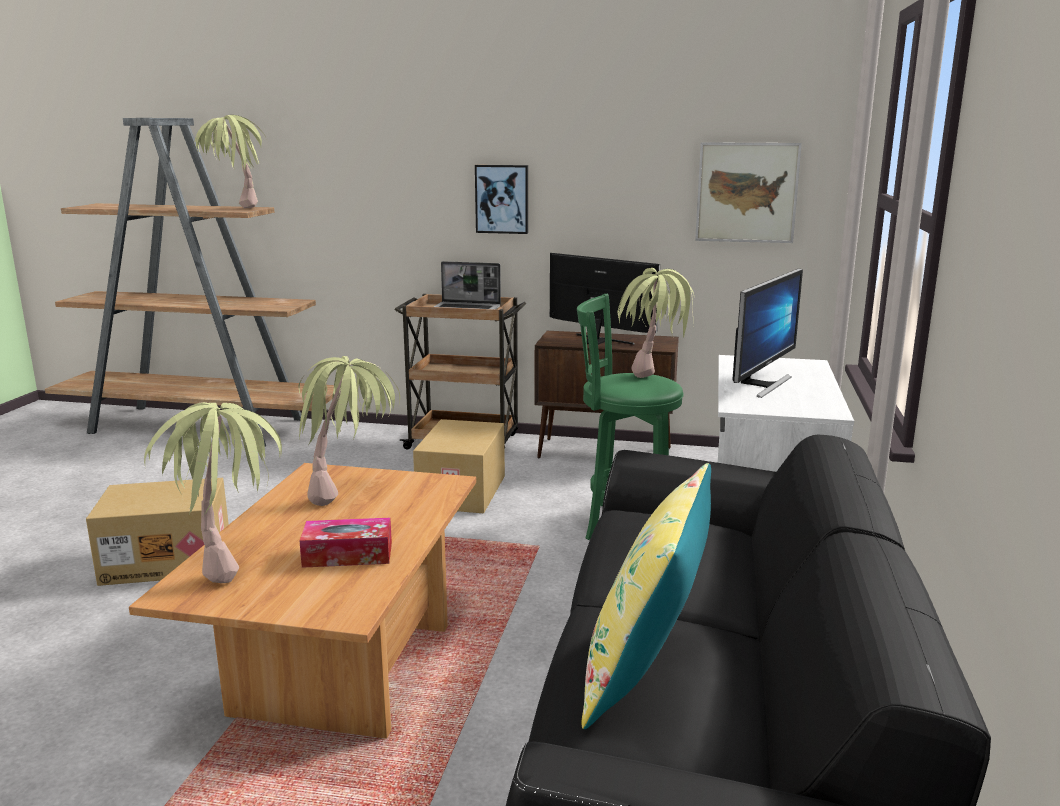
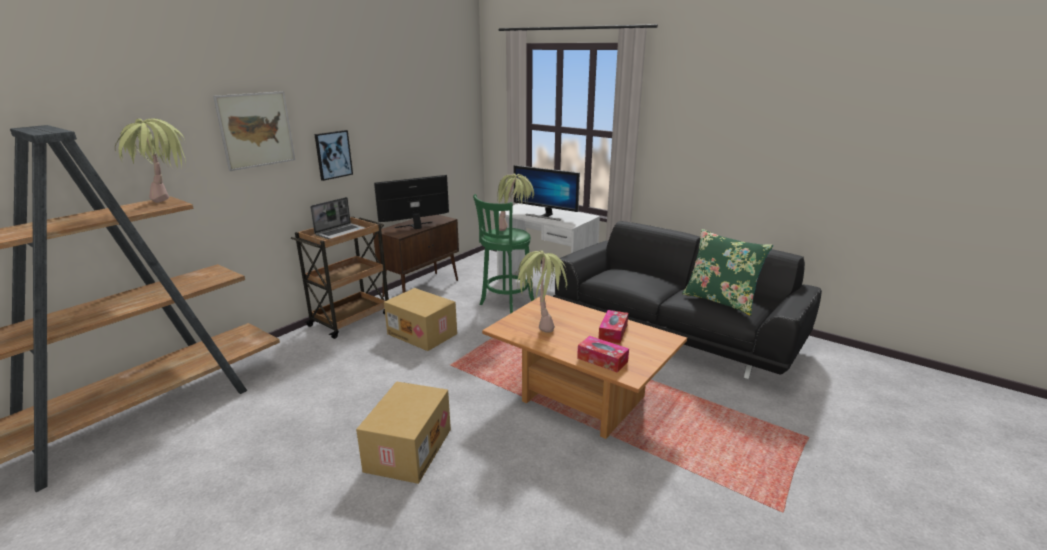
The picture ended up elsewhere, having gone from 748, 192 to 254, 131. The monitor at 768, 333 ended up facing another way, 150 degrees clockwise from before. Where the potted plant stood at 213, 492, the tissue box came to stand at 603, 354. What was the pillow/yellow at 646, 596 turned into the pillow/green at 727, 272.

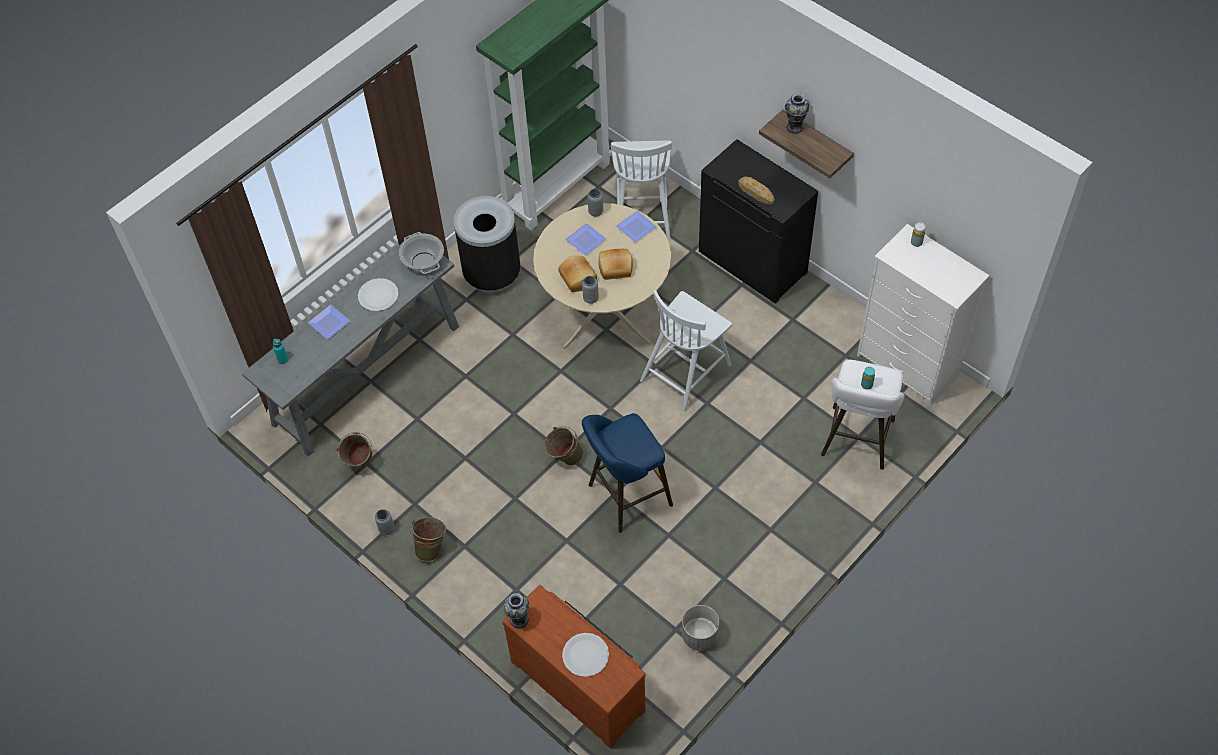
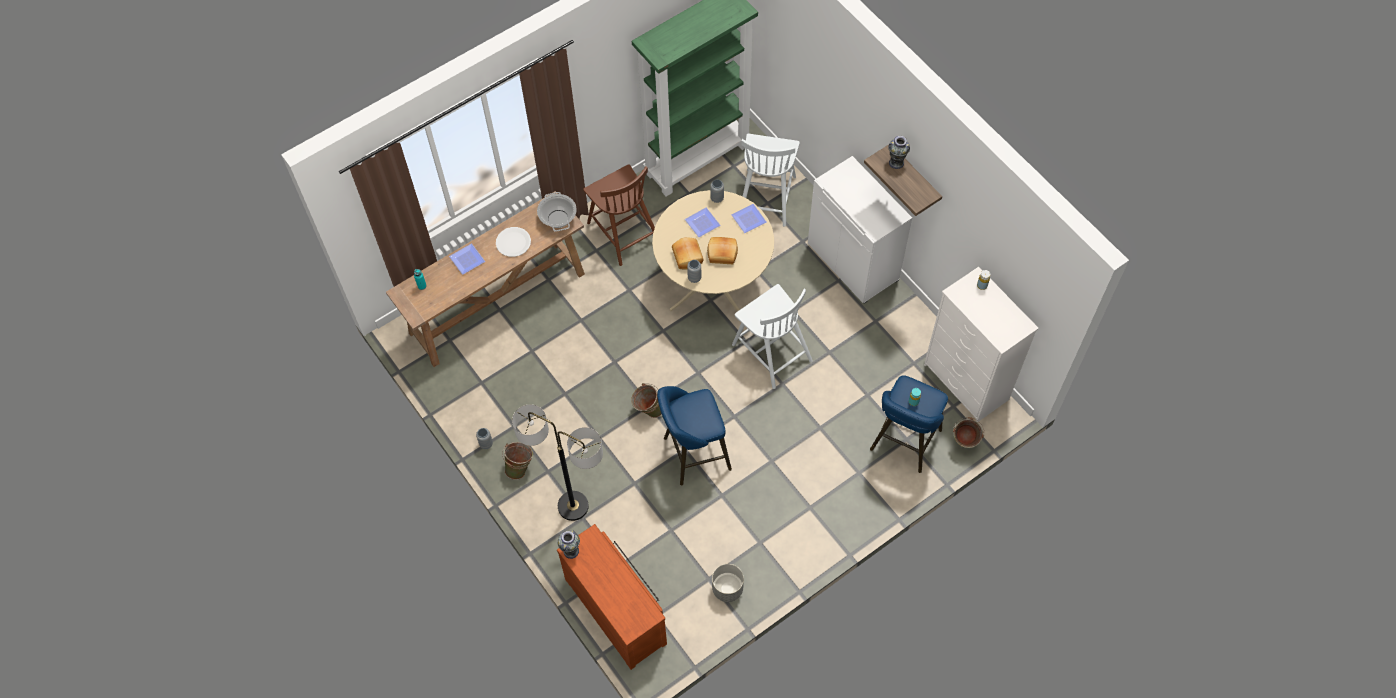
What was the console table/grey at 350, 350 turned into the console table/brown at 485, 279. The second view gained the floor lamp at 557, 462. Where the trash can/black stood at 487, 244, the chair/brown came to stand at 619, 215. The chair/white at 686, 351 ended up facing another way, 90 degrees counterclockwise from before. What was the cabinet/black at 758, 221 turned into the cabinet/white at 860, 230. What was the stool/white at 863, 415 turned into the stool/blue at 909, 424. The bucket/green ended up elsewhere, having gone from 354, 449 to 968, 432. The second view lost the plate/white at 585, 655. The second view lost the bread at 756, 191.

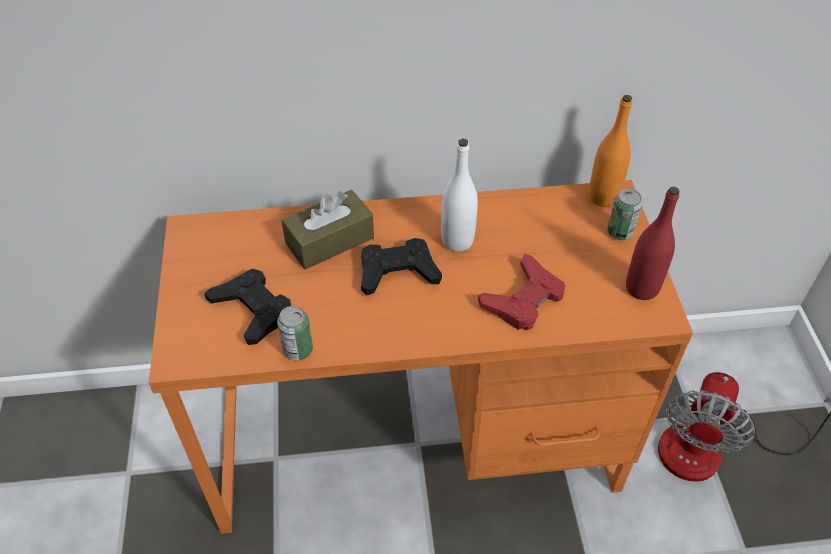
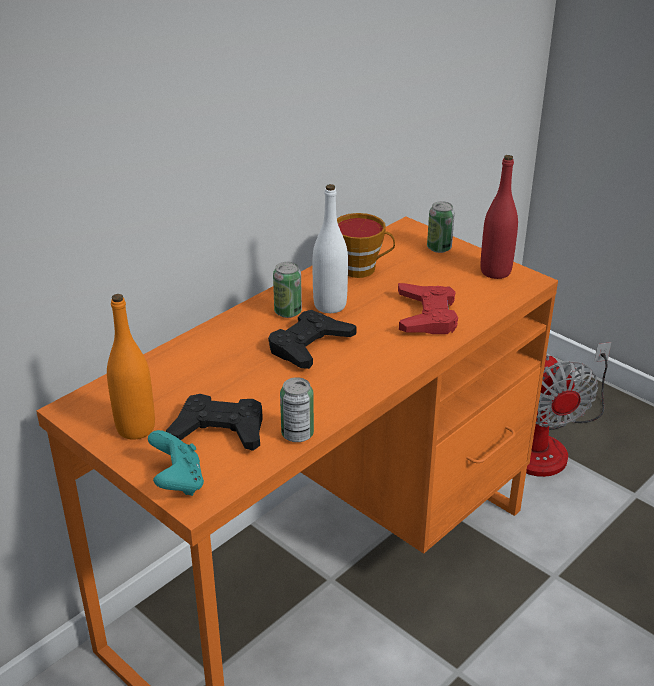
The bottle/orange ended up elsewhere, having gone from 610, 151 to 131, 367. The second view gained the game controller/turquoise at 176, 463. The second view gained the can at 287, 290. The second view gained the cup at 366, 245. The second view lost the tissue box/brown at 327, 230.

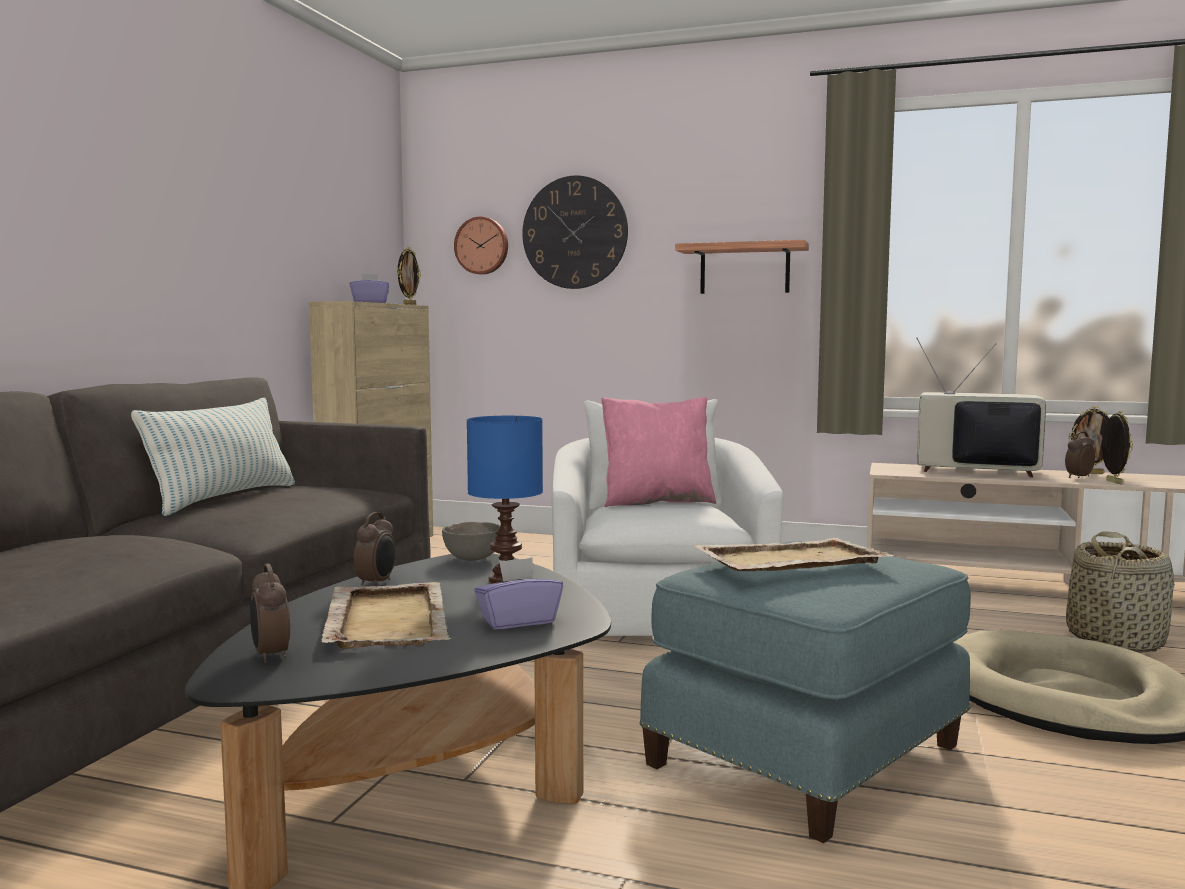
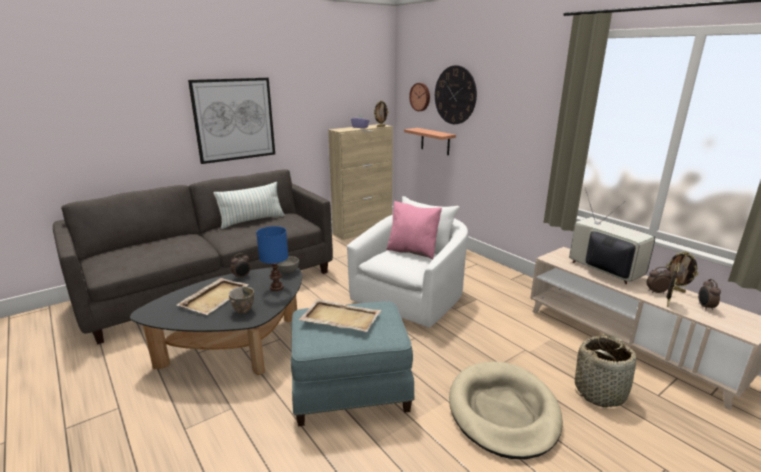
The second view gained the picture at 231, 121. Where the tissue box/purple stood at 518, 593, the bowl came to stand at 241, 299. The shelf ended up elsewhere, having gone from 742, 267 to 430, 141. The alarm clock ended up elsewhere, having gone from 270, 613 to 709, 295.

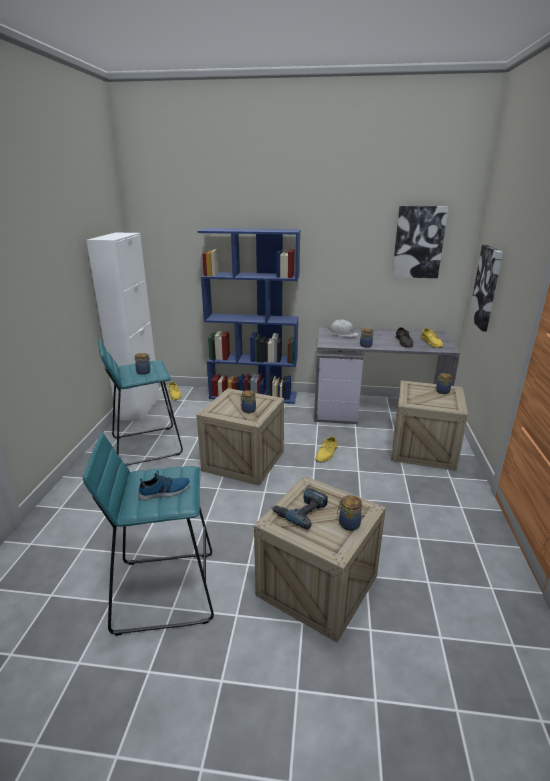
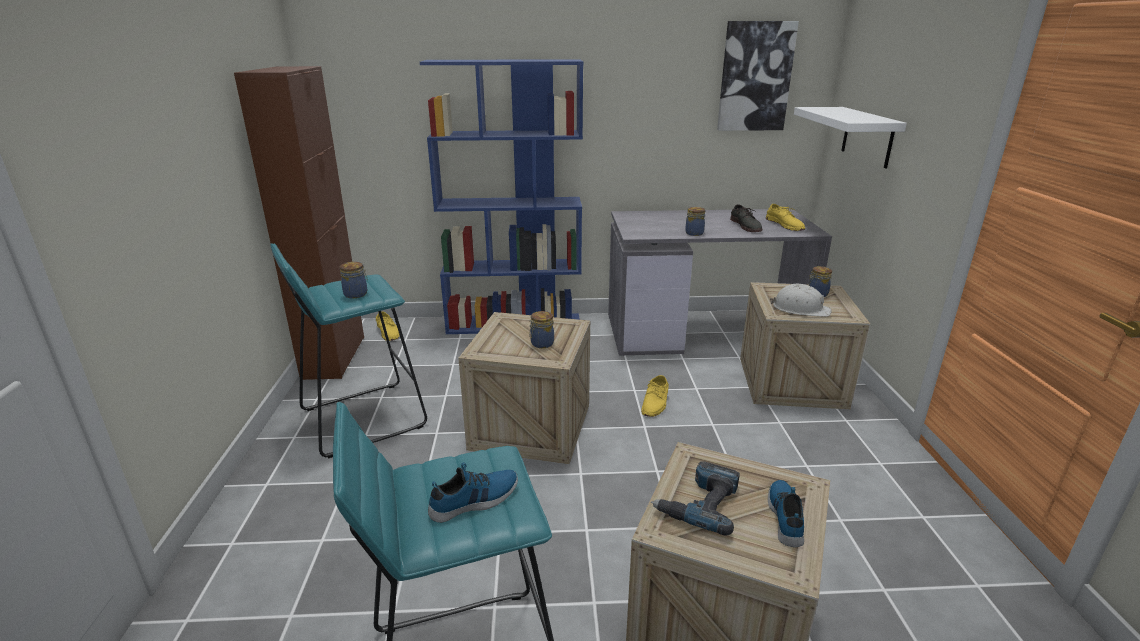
What was the cabinet/white at 123, 327 turned into the cabinet/brown at 299, 223. Where the jar stood at 349, 513, the shoe came to stand at 786, 513. The hard hat/white ended up elsewhere, having gone from 343, 328 to 801, 300. Where the picture hung at 486, 288, the shelf/white came to hang at 850, 137.

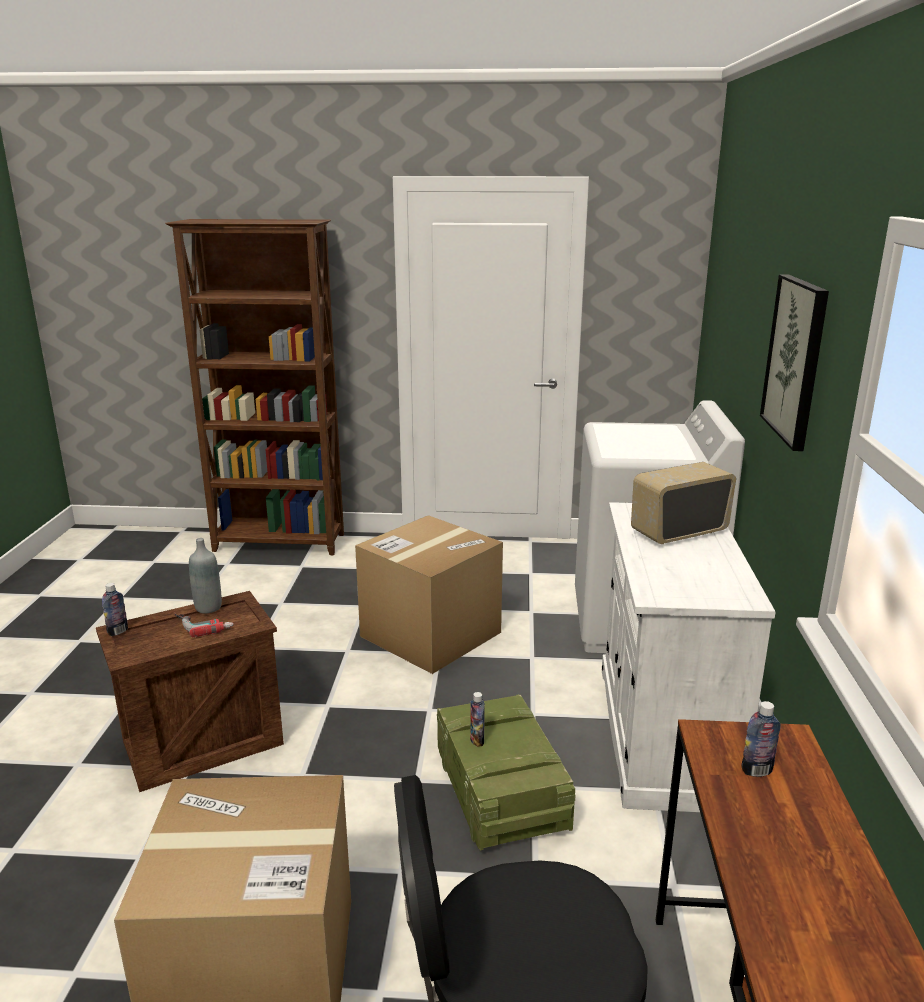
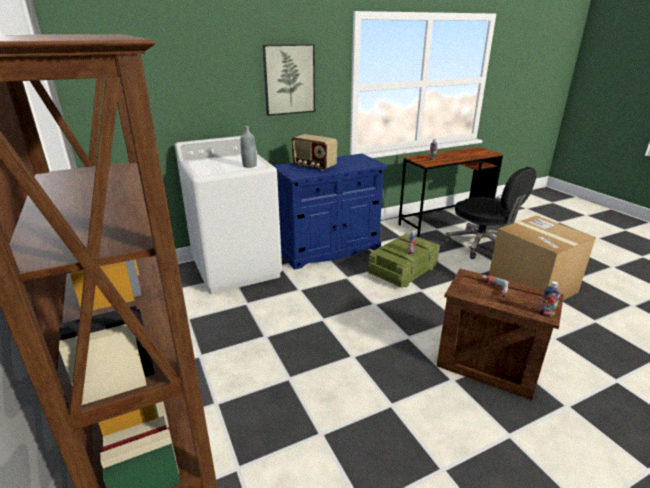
The bottle/grey ended up elsewhere, having gone from 205, 576 to 248, 147. What was the cabinet/white at 689, 657 turned into the cabinet/blue at 330, 212. The second view lost the cardboard box at 429, 594.

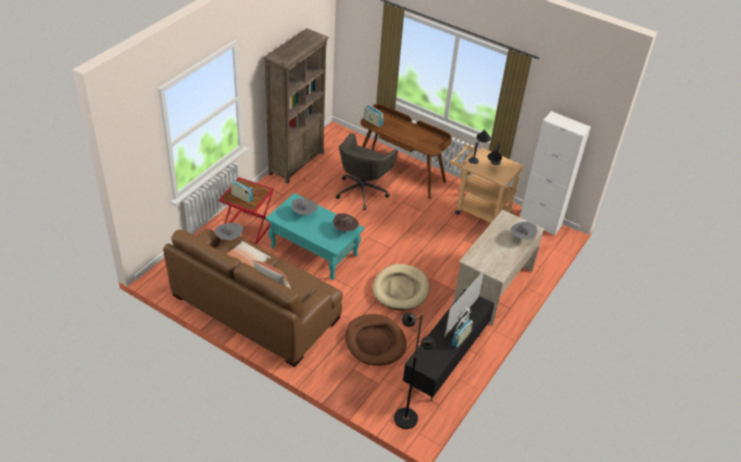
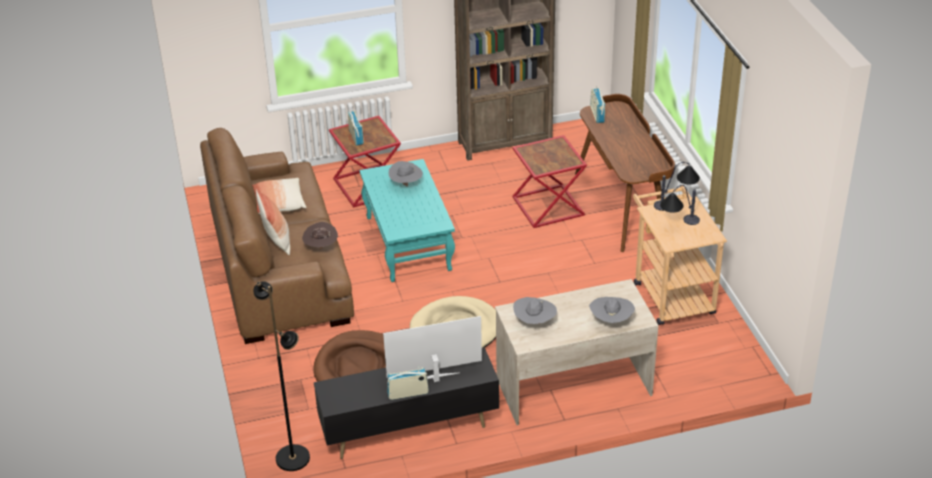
The hat/brown ended up elsewhere, having gone from 346, 222 to 320, 236. Where the office chair/grey stood at 367, 171, the side table/red came to stand at 550, 181. The hat/grey ended up elsewhere, having gone from 229, 231 to 535, 310. The second view lost the cabinet/white at 555, 173.

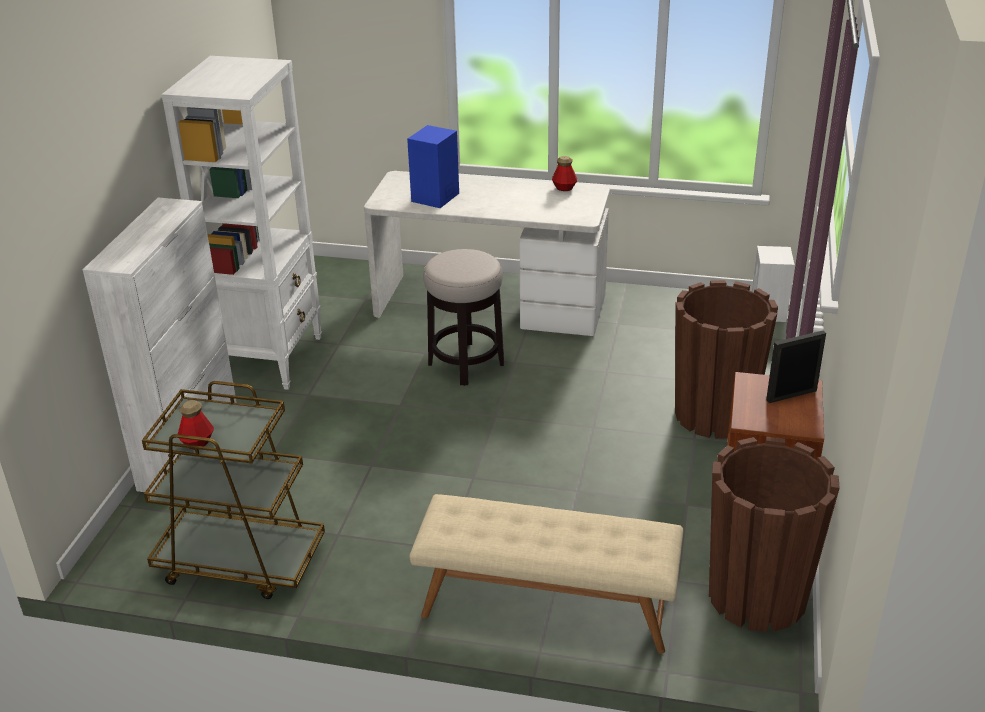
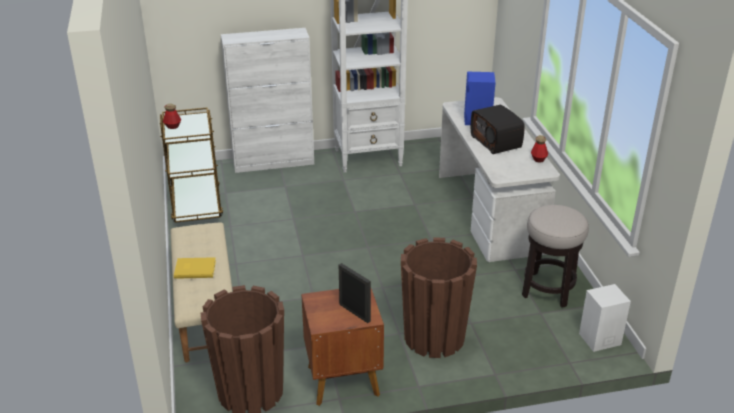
The second view gained the book/yellow at 195, 268. The second view gained the radio at 498, 129. The stool ended up elsewhere, having gone from 463, 317 to 555, 256.

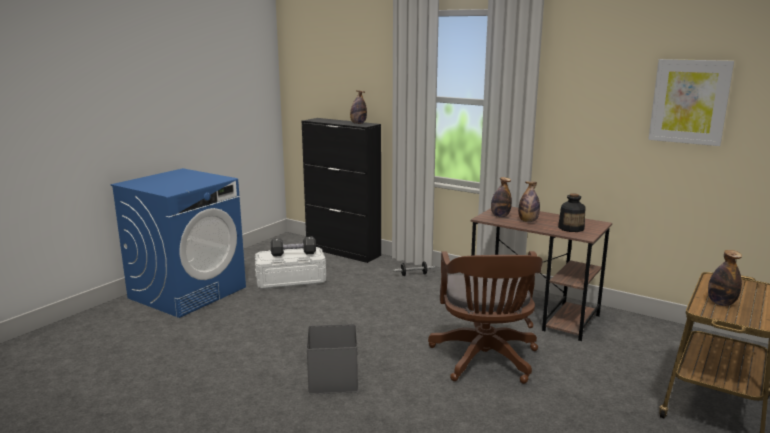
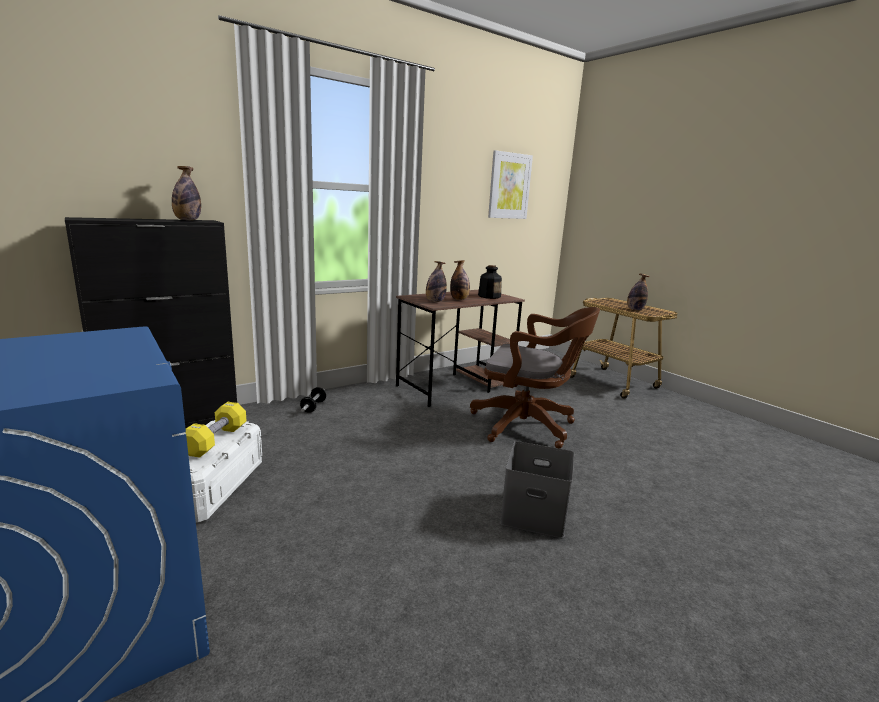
What was the dumbbell/black at 293, 246 turned into the dumbbell/yellow at 216, 430.

